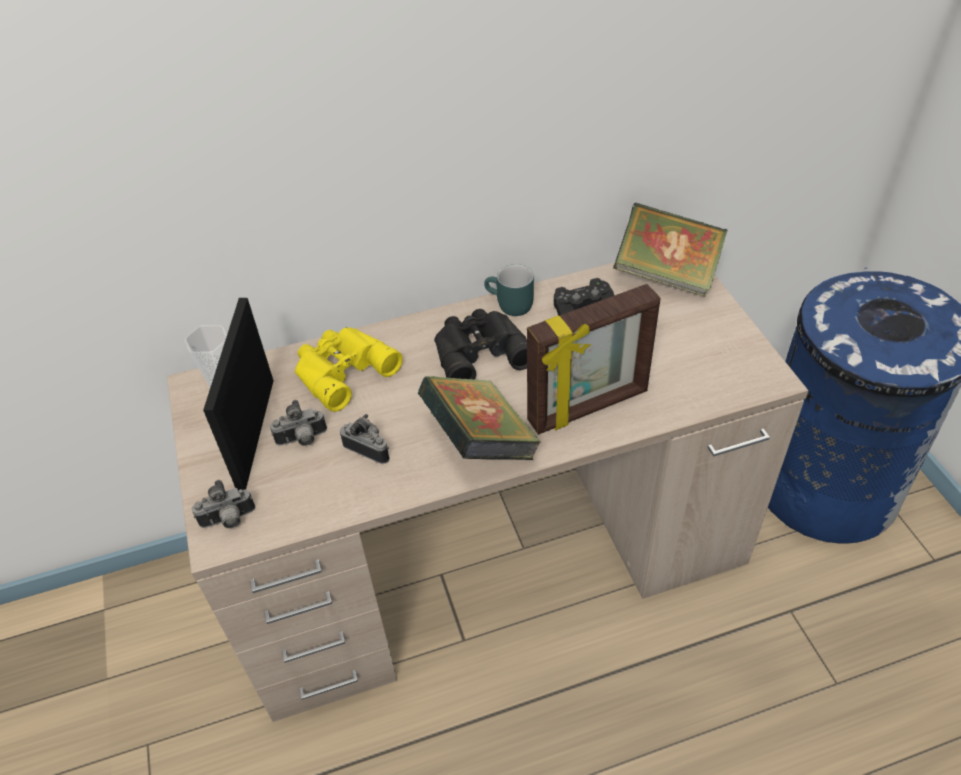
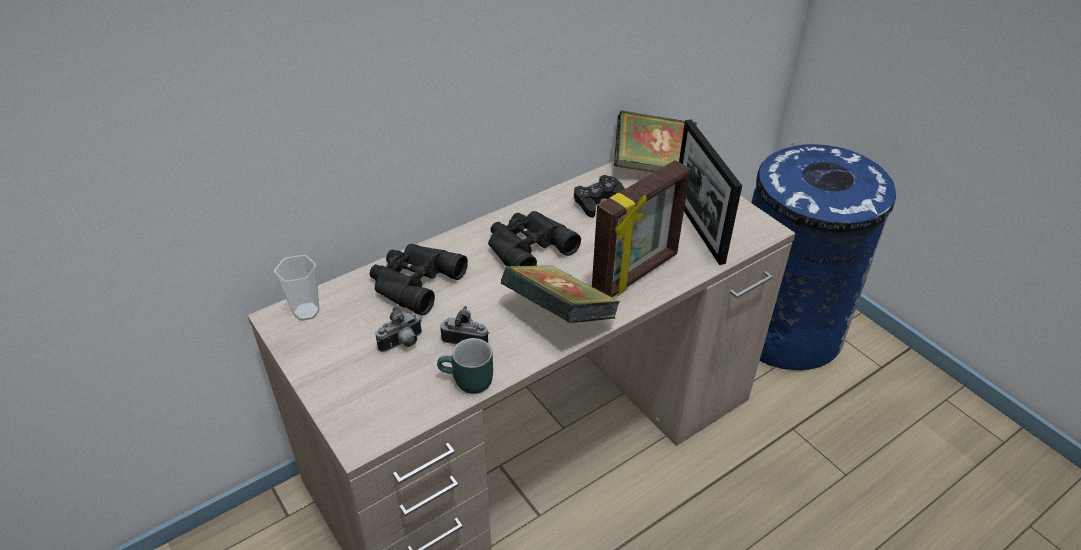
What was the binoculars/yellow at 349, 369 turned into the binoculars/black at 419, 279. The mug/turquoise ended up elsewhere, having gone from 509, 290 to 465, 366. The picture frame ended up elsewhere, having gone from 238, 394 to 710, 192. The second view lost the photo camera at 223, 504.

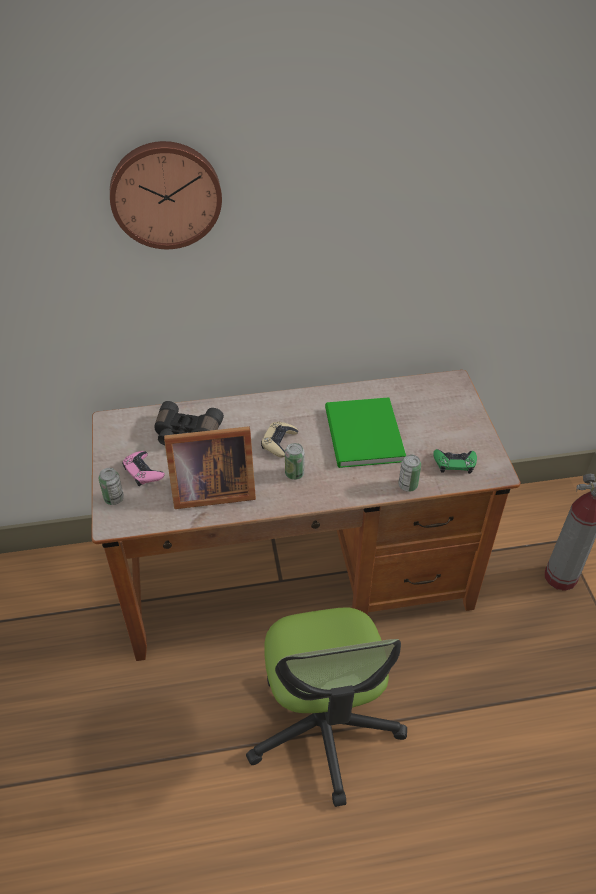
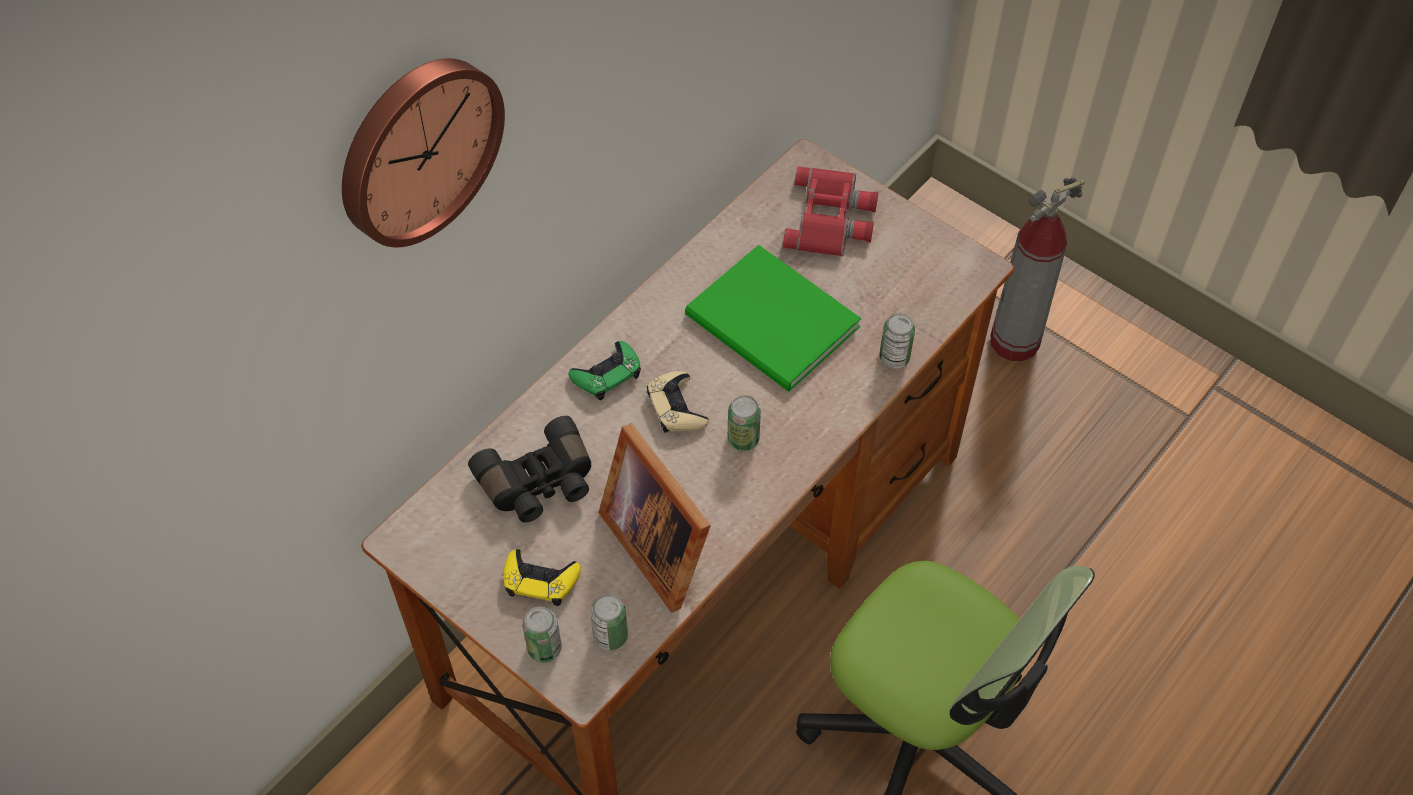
What was the game controller/pink at 143, 468 turned into the game controller/yellow at 542, 577. The game controller/green ended up elsewhere, having gone from 455, 461 to 604, 370. The second view gained the can at 609, 622. The picture frame at 210, 467 ended up facing another way, 105 degrees clockwise from before. The second view gained the binoculars/red at 830, 212.

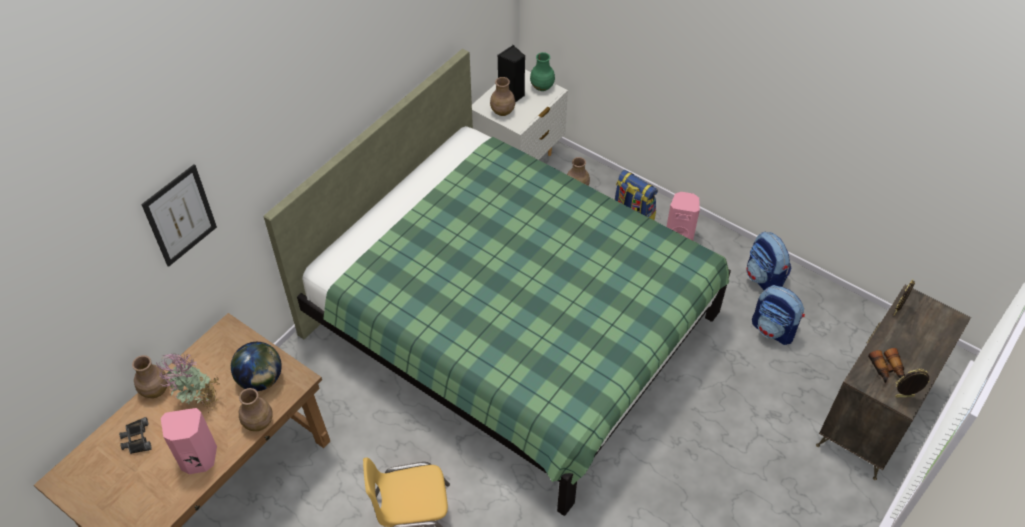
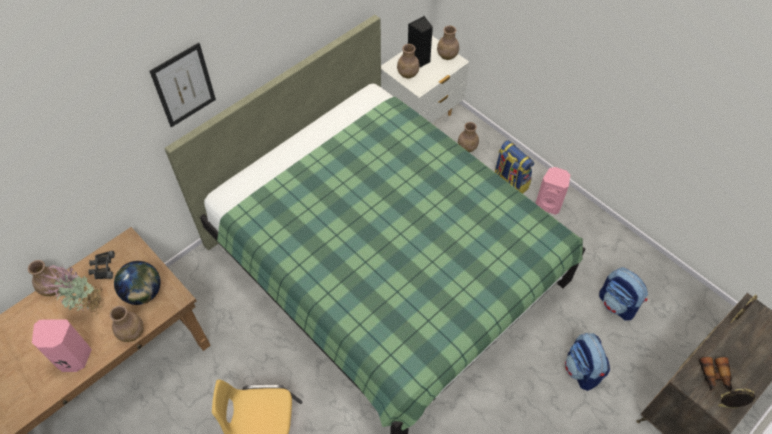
The binoculars/black ended up elsewhere, having gone from 135, 435 to 101, 265. The picture ended up elsewhere, having gone from 179, 215 to 183, 85. What was the vase/green at 542, 71 turned into the vase/brown at 448, 43. The backpack ended up elsewhere, having gone from 768, 261 to 587, 362.

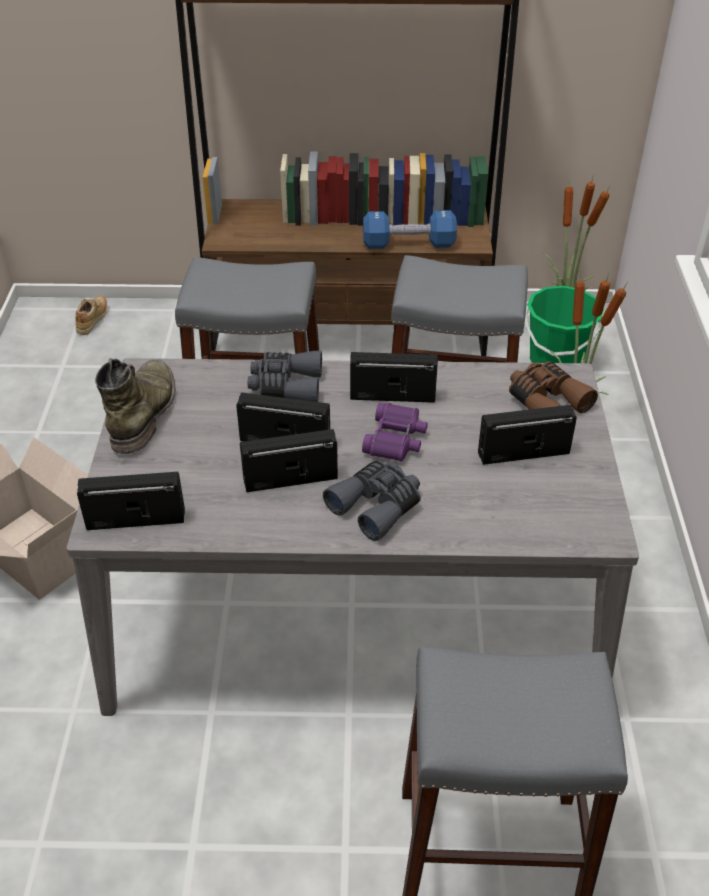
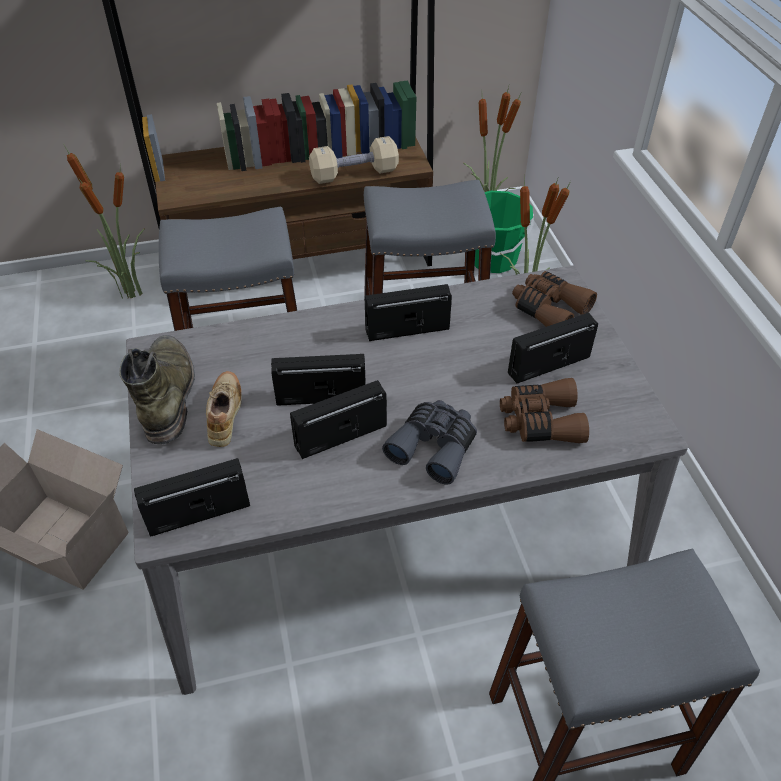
The second view gained the potted plant at 104, 222. The shoe/beige ended up elsewhere, having gone from 91, 315 to 224, 409. What was the dumbbell/blue at 410, 229 turned into the dumbbell/beige at 354, 160. The second view gained the binoculars/brown at 544, 410. The second view lost the binoculars/grey at 285, 376. The second view lost the binoculars/purple at 395, 432.

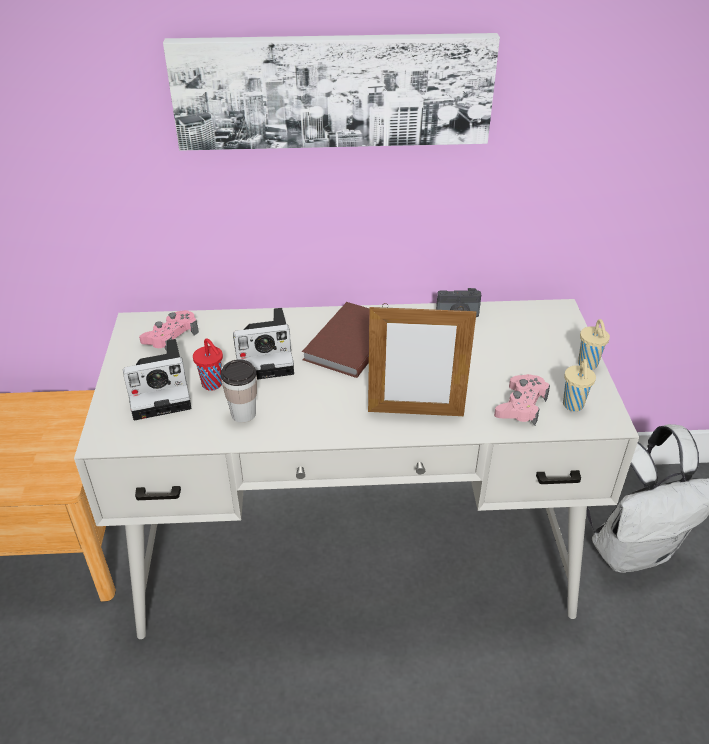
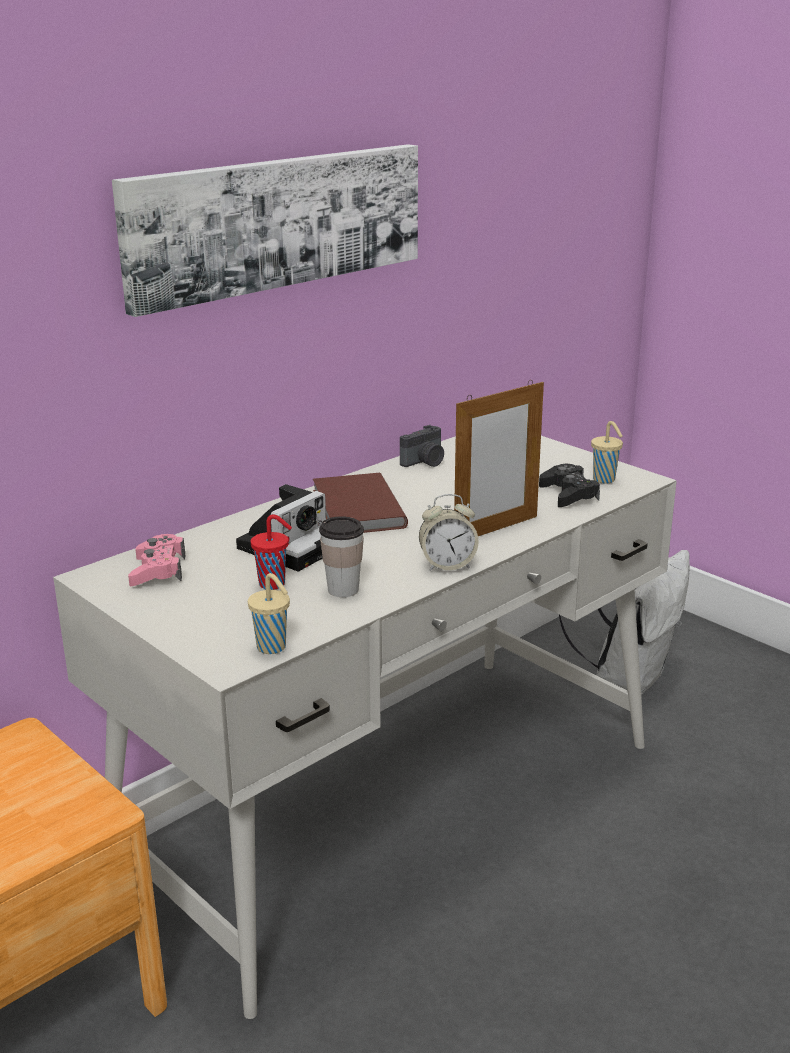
The cup/beige ended up elsewhere, having gone from 594, 344 to 269, 613. The second view gained the alarm clock at 449, 532. What was the game controller/pink at 522, 400 turned into the game controller/black at 569, 485. The second view lost the photo camera at 157, 379.

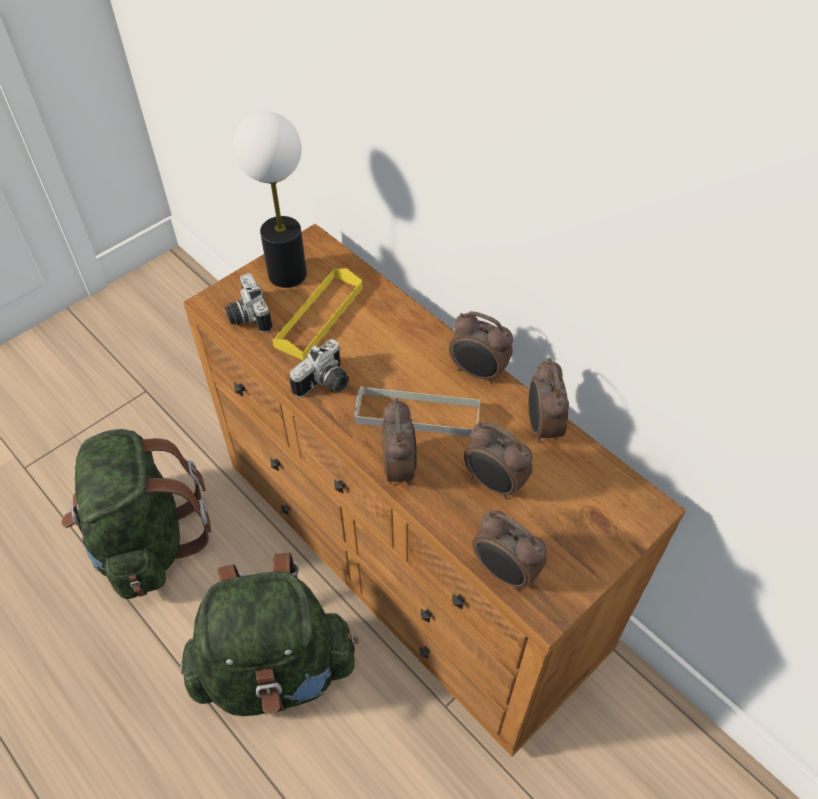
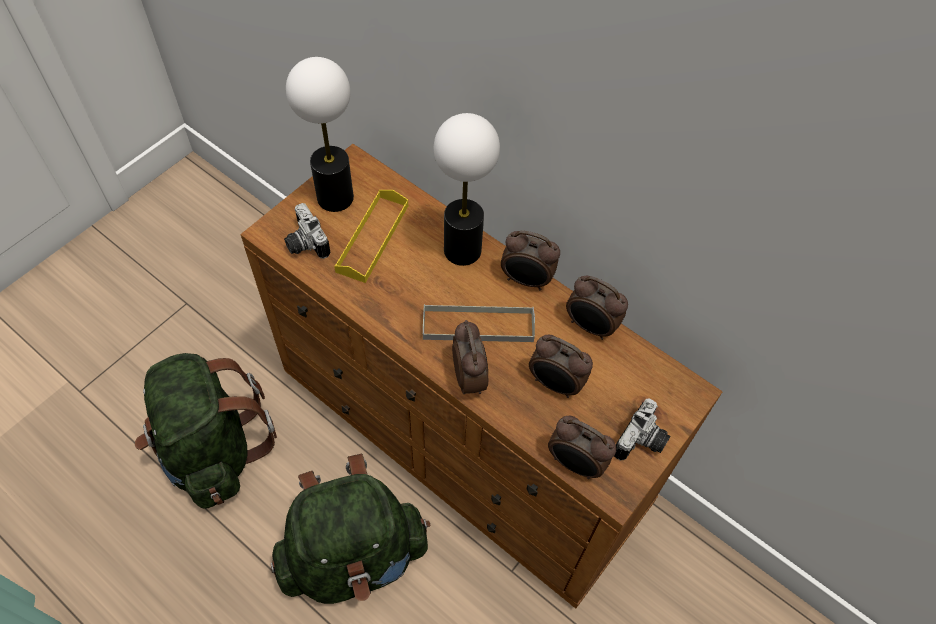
The second view gained the table lamp at 467, 189. The alarm clock at 549, 400 ended up facing another way, 45 degrees counterclockwise from before. The photo camera ended up elsewhere, having gone from 319, 368 to 642, 429.

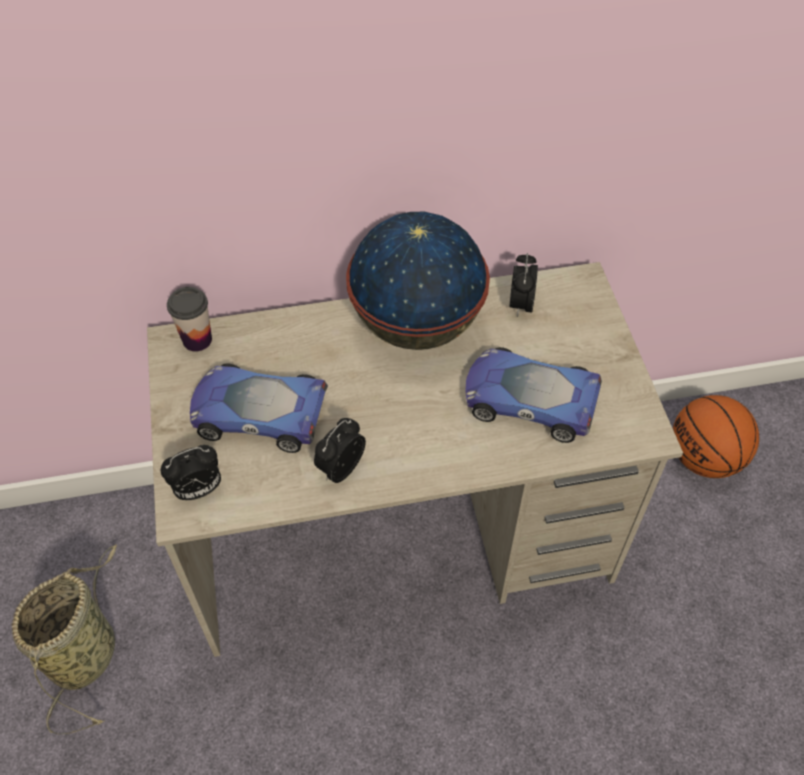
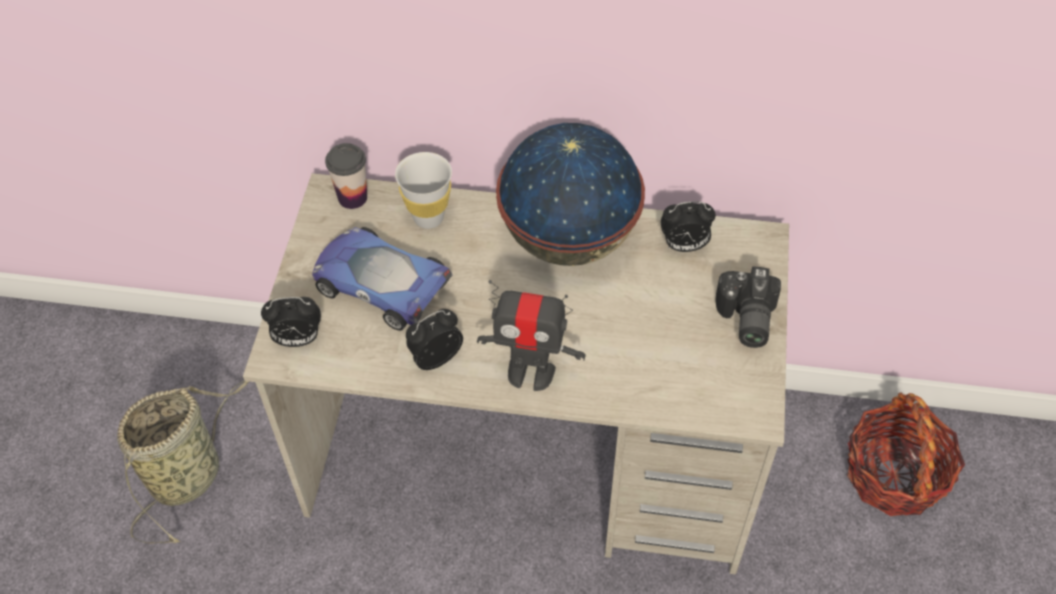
The second view gained the cup/white at 423, 190. The second view gained the toy robot at 531, 335. The alarm clock at 523, 285 ended up facing another way, 120 degrees counterclockwise from before. The second view gained the photo camera at 748, 307. Where the basketball stood at 716, 436, the basket came to stand at 906, 454. The second view lost the toy car at 533, 395.

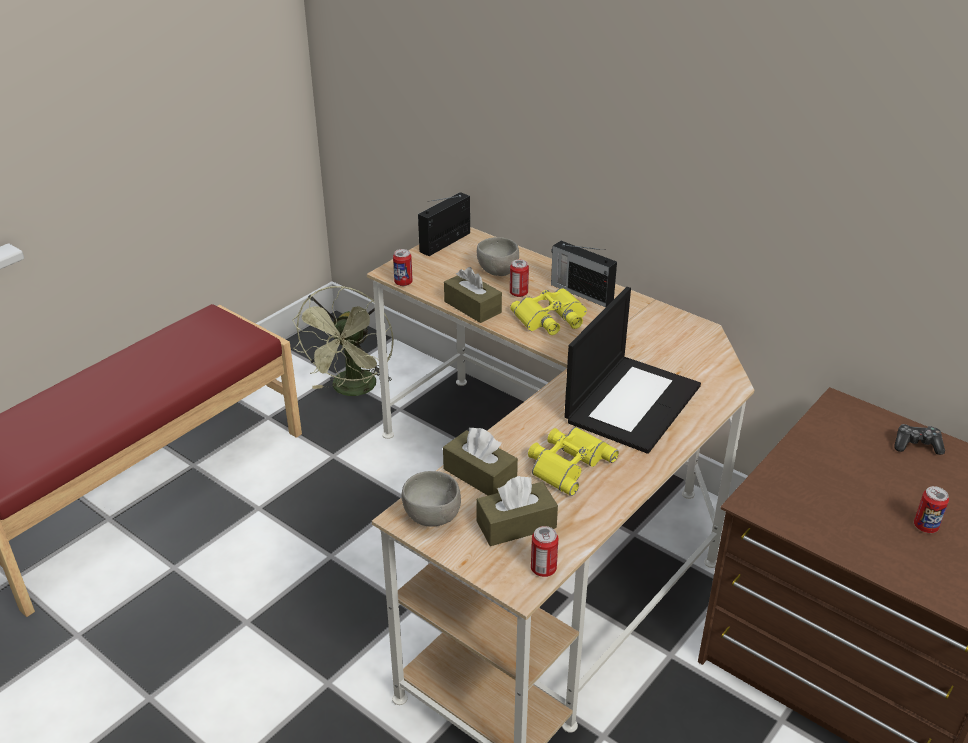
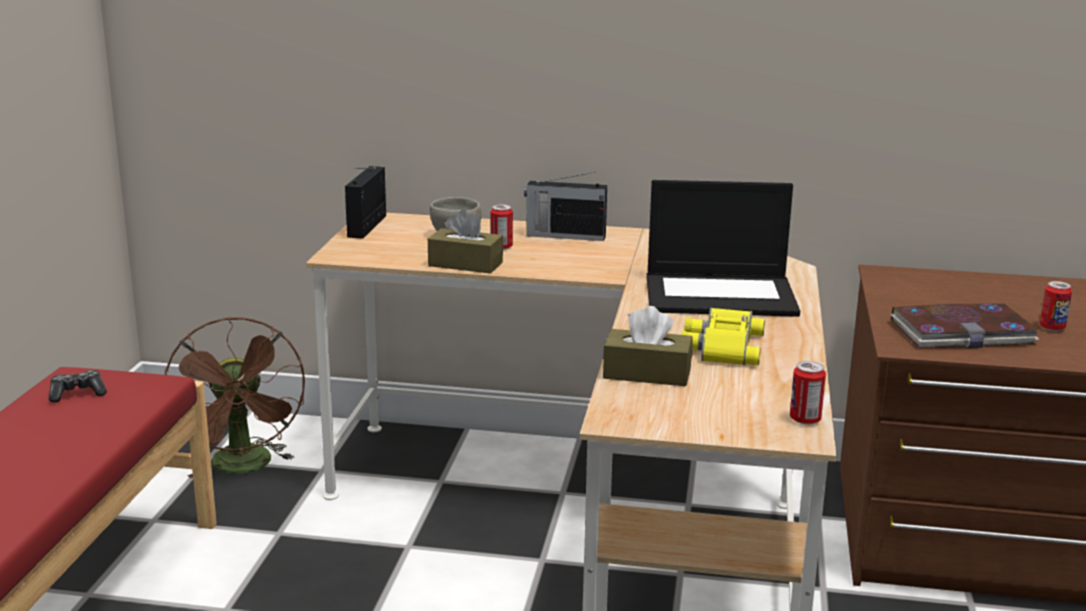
The game controller ended up elsewhere, having gone from 919, 439 to 78, 386. What was the fan/green at 343, 341 turned into the fan/brown at 235, 397. The laptop at 632, 370 ended up facing another way, 90 degrees clockwise from before. The second view gained the book at 964, 326. The second view lost the can at 403, 267. The second view lost the bowl/grey at 431, 499. The second view lost the tissue box/brown at 517, 511. The second view lost the binoculars/yellow at 548, 311.

